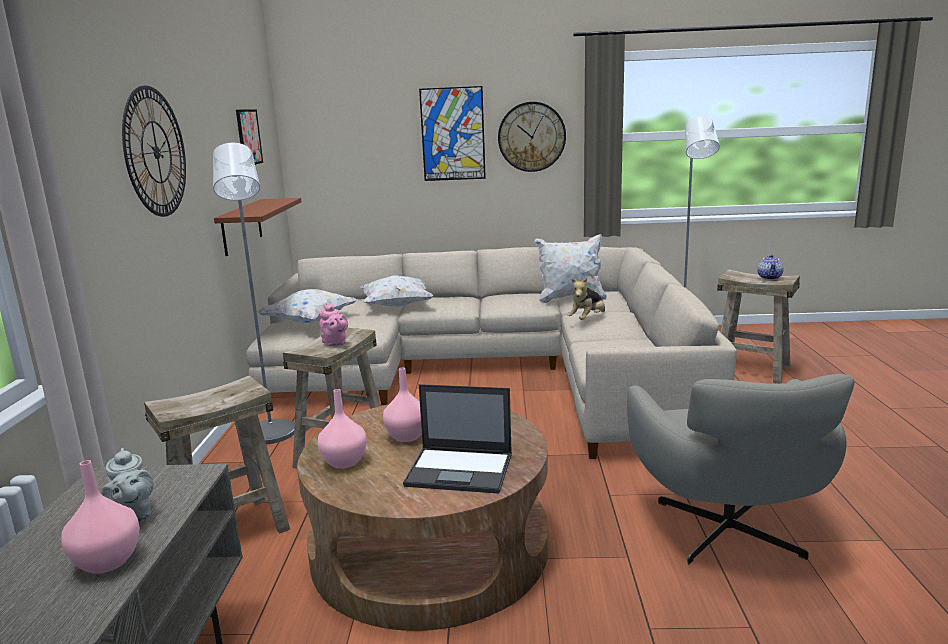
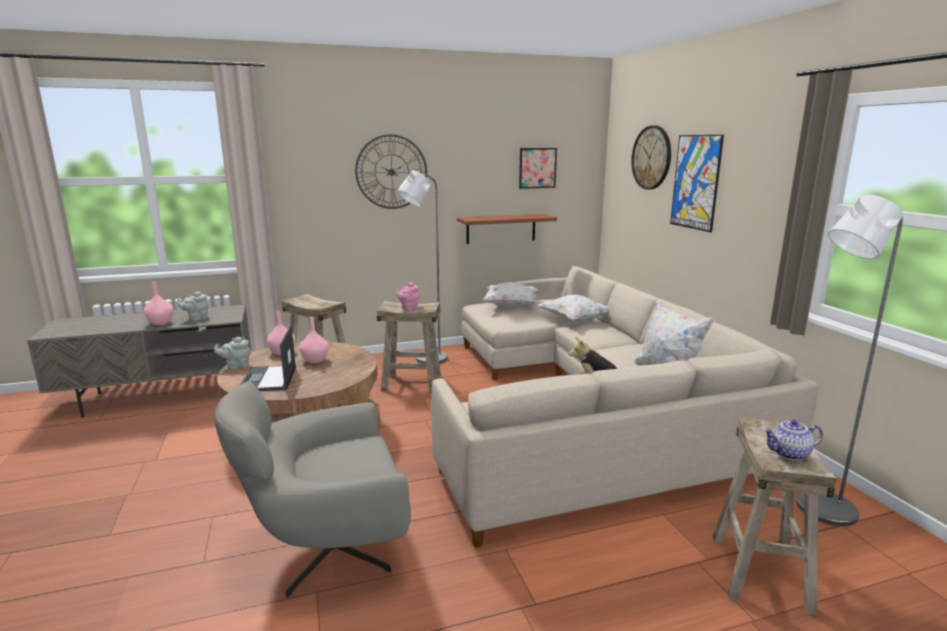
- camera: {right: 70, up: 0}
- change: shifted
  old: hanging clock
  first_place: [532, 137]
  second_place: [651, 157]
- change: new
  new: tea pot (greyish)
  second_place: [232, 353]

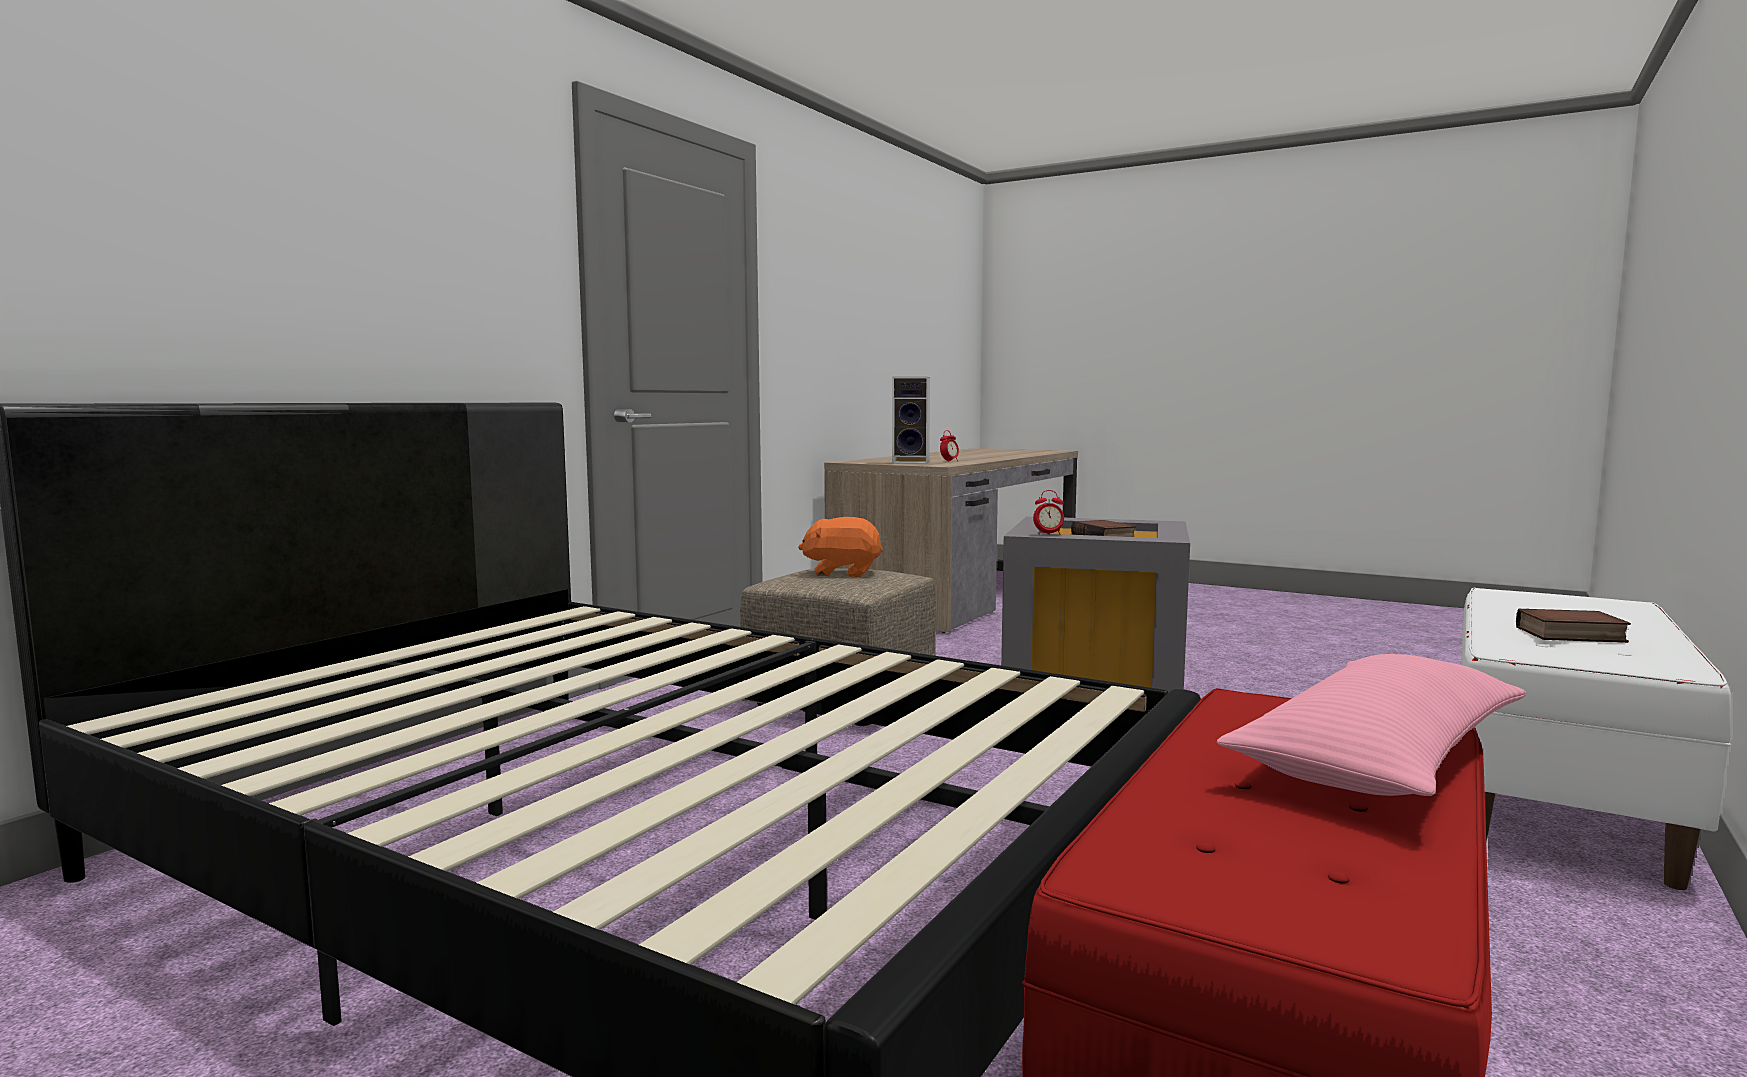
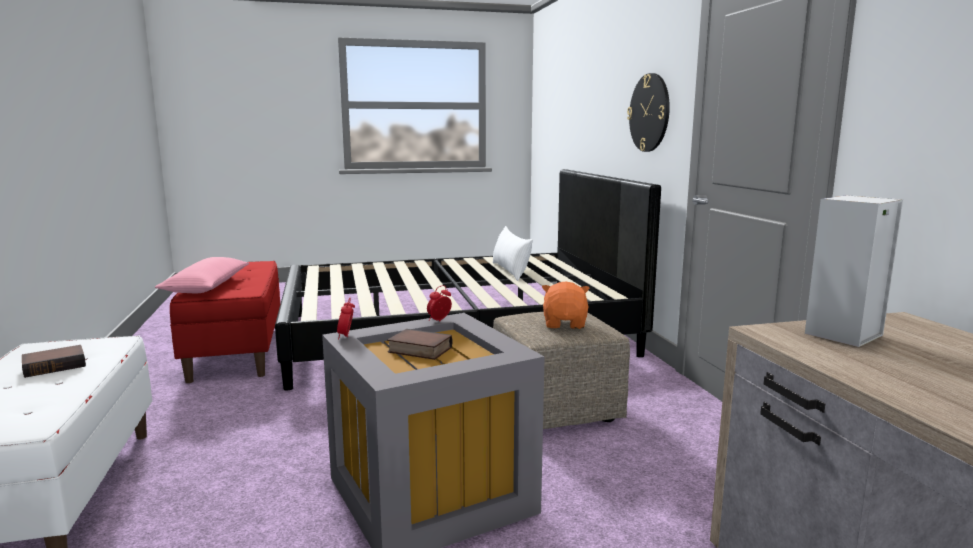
- camera: {right: 135, up: 5}
- change: rotated
  old: cuddly toy (orange-coloured)
  first_place: [840, 547]
  second_place: [565, 305]
  degrees: -45
- change: shifted
  old: bedside clock
  first_place: [949, 446]
  second_place: [346, 318]
- change: new
  new: throw pillow (white-coloured)
  second_place: [513, 253]
- change: new
  new: hanging clock
  second_place: [648, 112]

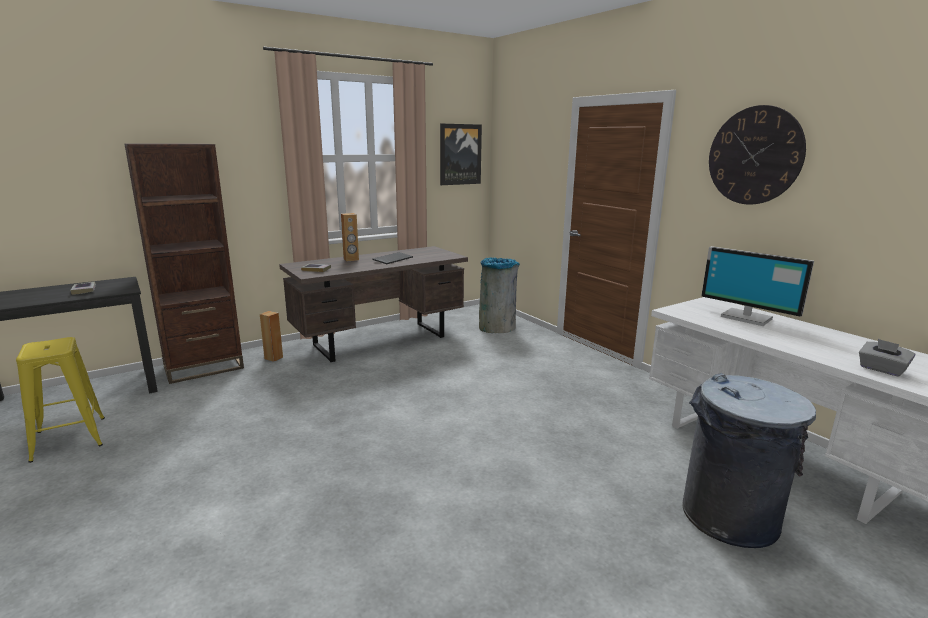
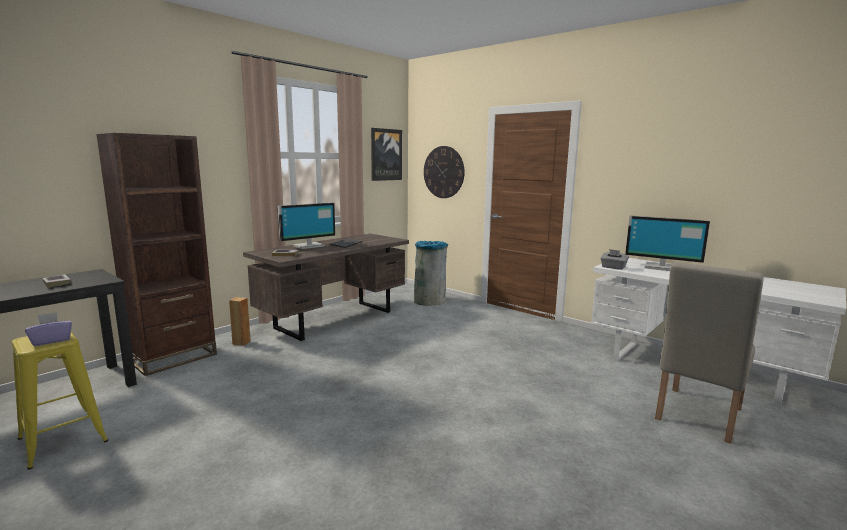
- camera: {right: -15, up: -5}
- change: swapped
  old: loudspeaker (brown)
  new: monitor
  first_place: [350, 237]
  second_place: [306, 226]
- change: swapped
  old: trash can (greyish)
  new: plain chair (beige-coloured)
  first_place: [749, 460]
  second_place: [709, 353]
- change: shifted
  old: hanging clock
  first_place: [757, 155]
  second_place: [444, 172]
- change: shifted
  old: tissue holder (greyish)
  first_place: [887, 358]
  second_place: [614, 259]
- change: new
  new: tissue holder (purple)
  second_place: [48, 329]

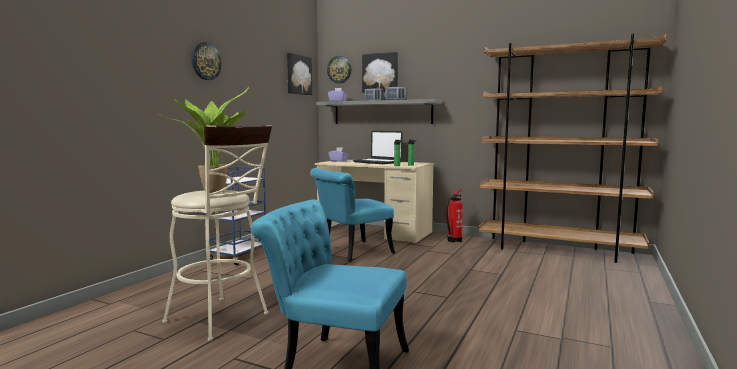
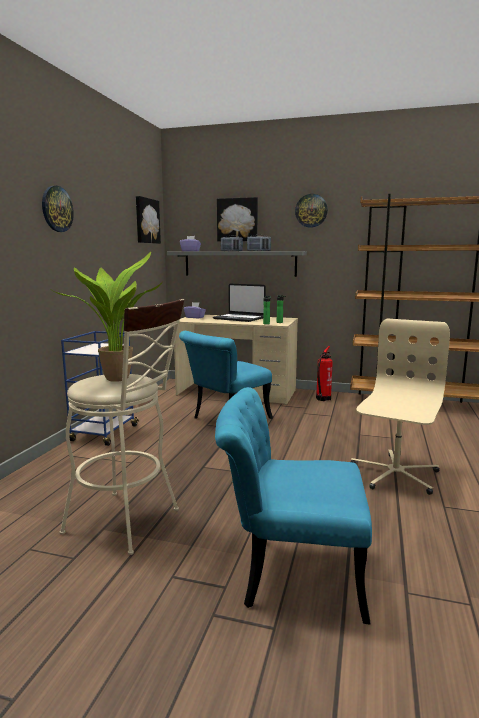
- camera: {right: -10, up: 5}
- change: shifted
  old: hanging clock
  first_place: [339, 70]
  second_place: [311, 211]
- change: new
  new: desk chair (beige-coloured)
  second_place: [400, 407]

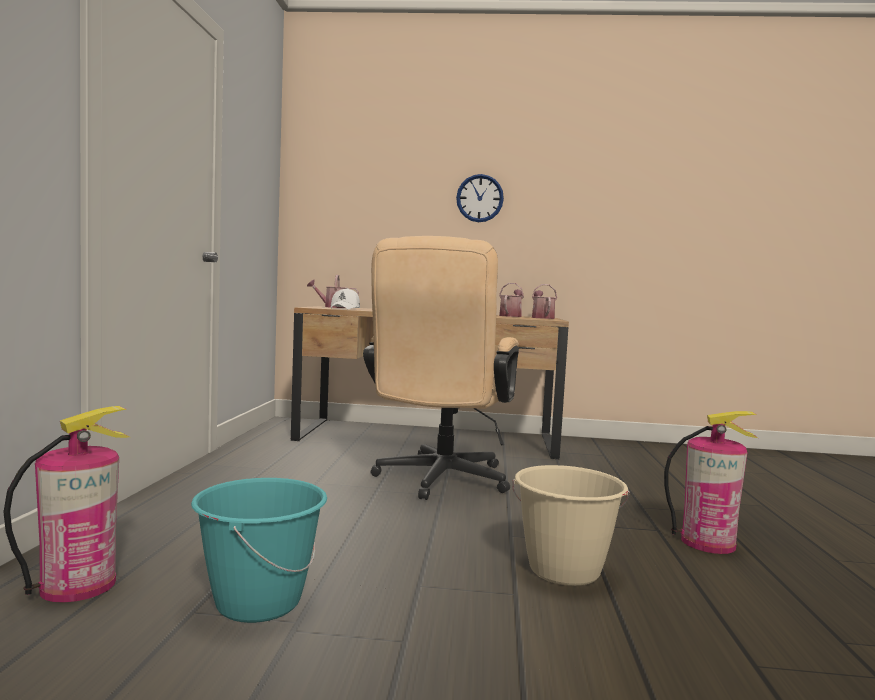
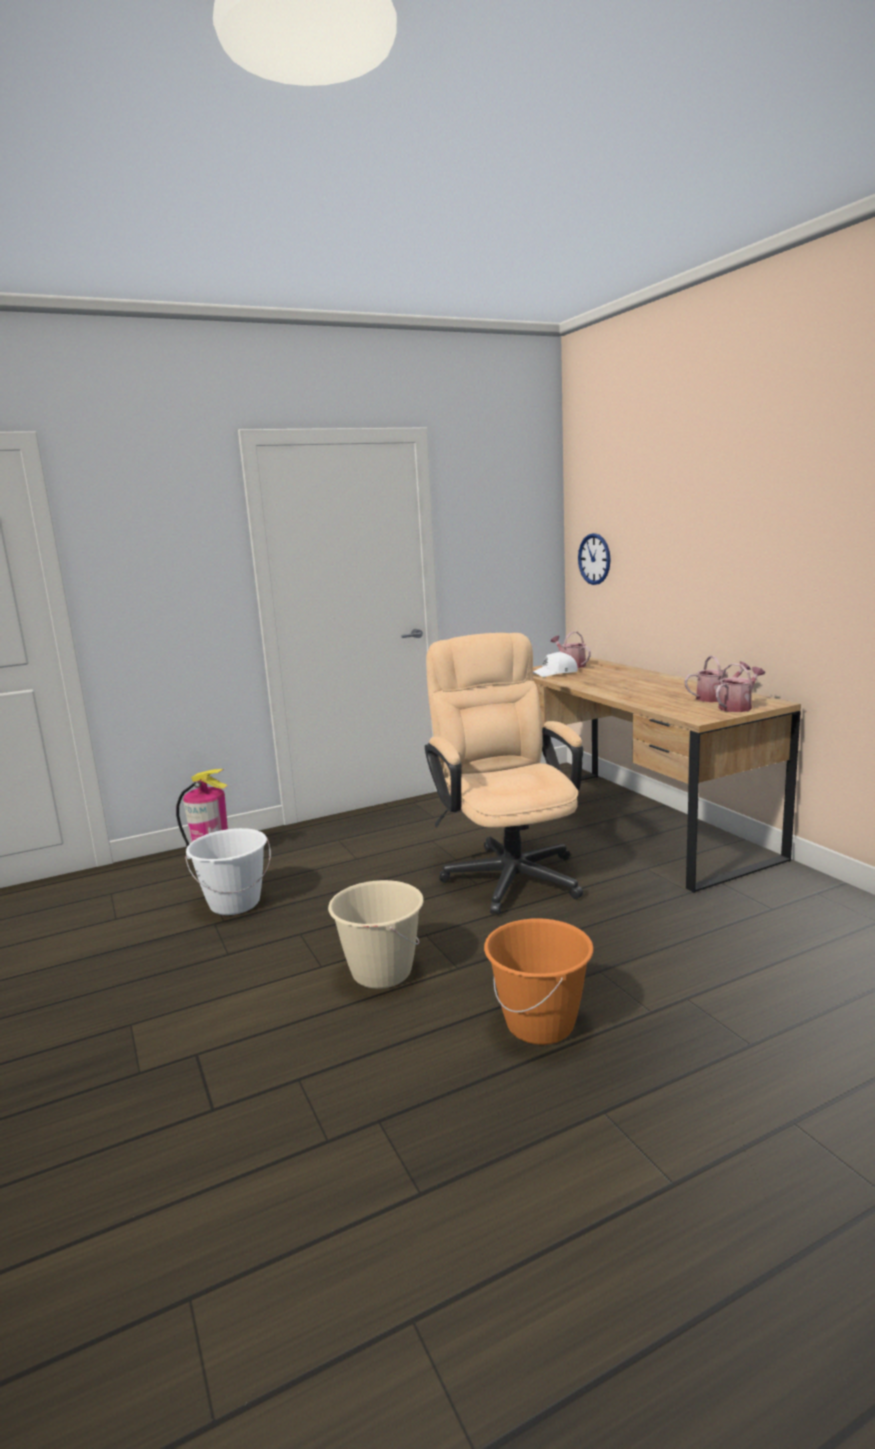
- camera: {right: 60, up: 10}
- change: repainted
  old: pail (blue-green)
  new: pail (white-coloured)
  first_place: [259, 550]
  second_place: [228, 871]
- change: rotated
  old: desk chair (beige-coloured)
  first_place: [441, 368]
  second_place: [504, 774]
  degrees: 90
- change: shifted
  old: hanging clock
  first_place: [480, 198]
  second_place: [594, 559]
- change: swapped
  old: fire extinguisher
  new: pail (orange-coloured)
  first_place: [711, 482]
  second_place: [539, 981]

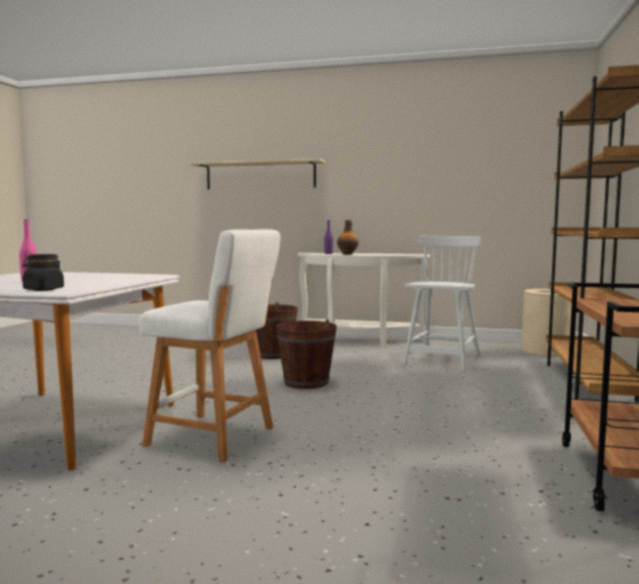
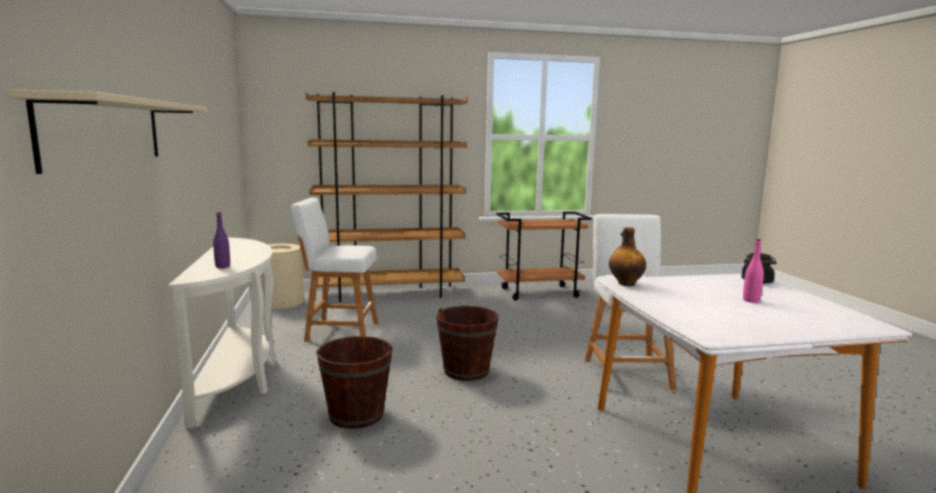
- camera: {right: -115, up: 5}
- change: shifted
  old: beverage bottle
  first_place: [348, 237]
  second_place: [627, 256]
- change: swapped
  old: plain chair (white-coloured)
  new: stool (white-coloured)
  first_place: [442, 303]
  second_place: [334, 270]

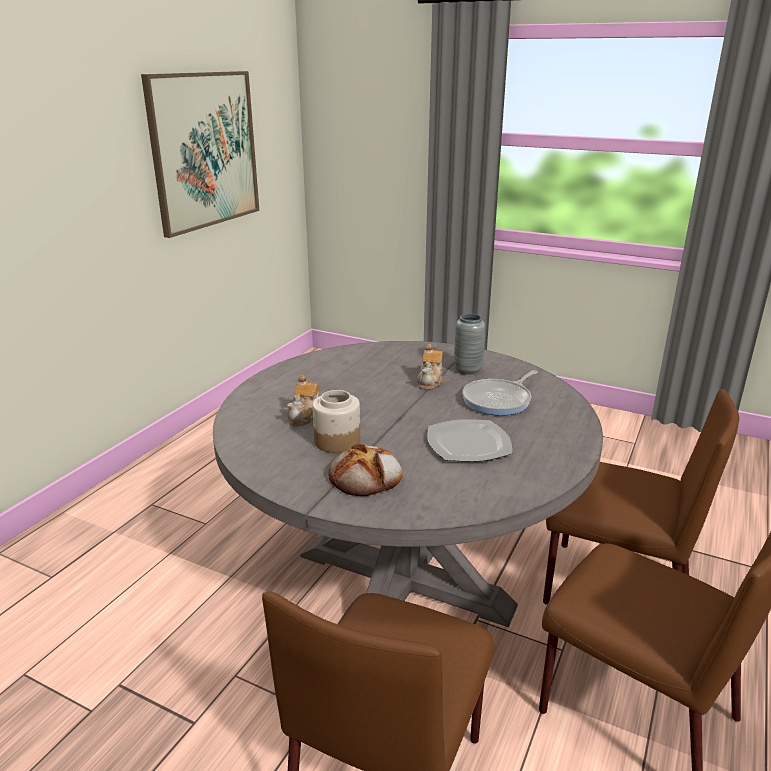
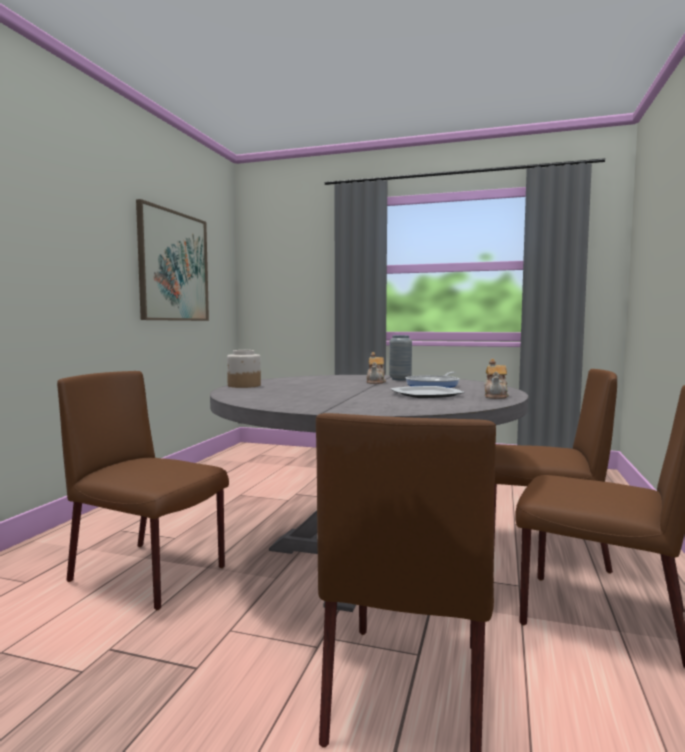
- camera: {right: -10, up: -20}
- change: shifted
  old: tea pot
  first_place: [303, 400]
  second_place: [496, 379]
- change: shifted
  old: preserve jar
  first_place: [336, 421]
  second_place: [244, 369]
- change: gone
  old: bakery bread
  first_place: [365, 470]
- change: new
  new: plain chair (brown)
  second_place: [143, 490]

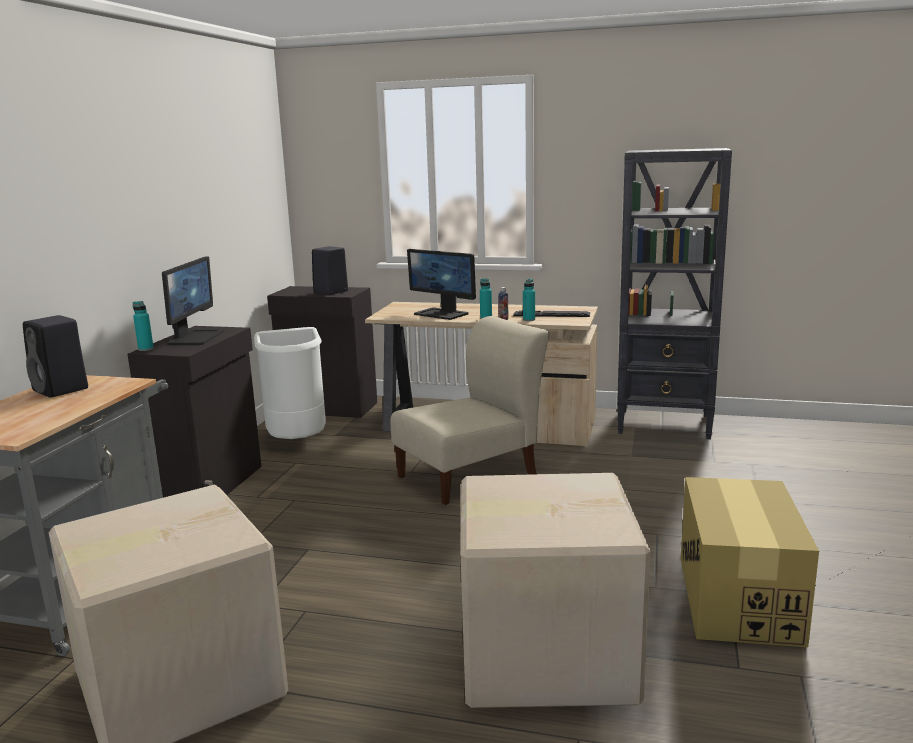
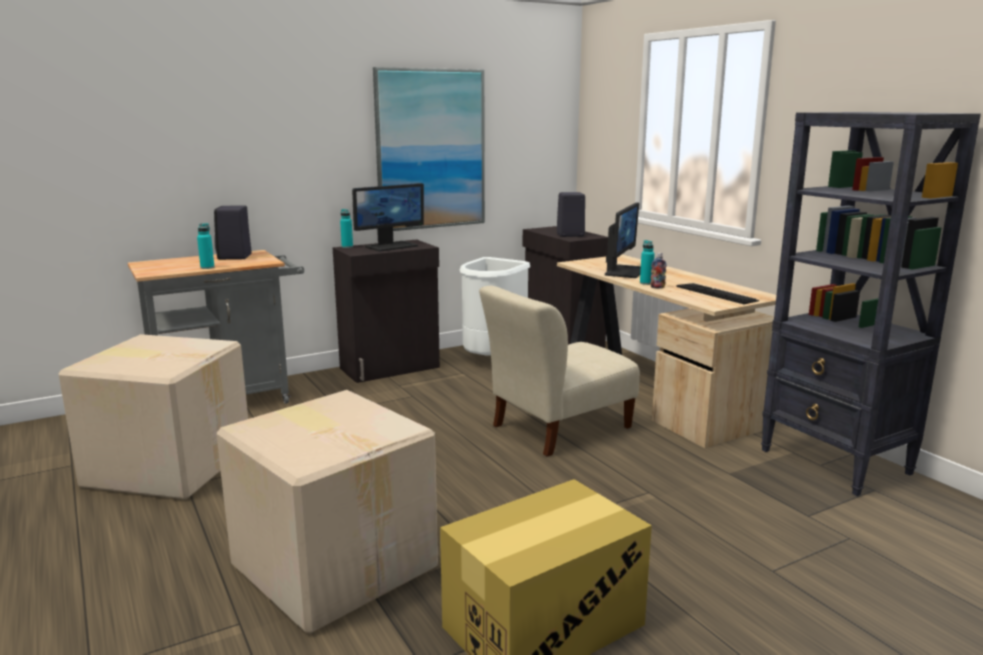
- camera: {right: 45, up: 0}
- change: rotated
  old: plain chair (beige-coloured)
  first_place: [470, 410]
  second_place: [559, 371]
  degrees: 135
- change: rotated
  old: monitor
  first_place: [441, 284]
  second_place: [623, 240]
  degrees: -150
- change: shifted
  old: beverage bottle (blue-green)
  first_place: [529, 300]
  second_place: [205, 246]
- change: new
  new: wall picture
  second_place: [429, 149]

